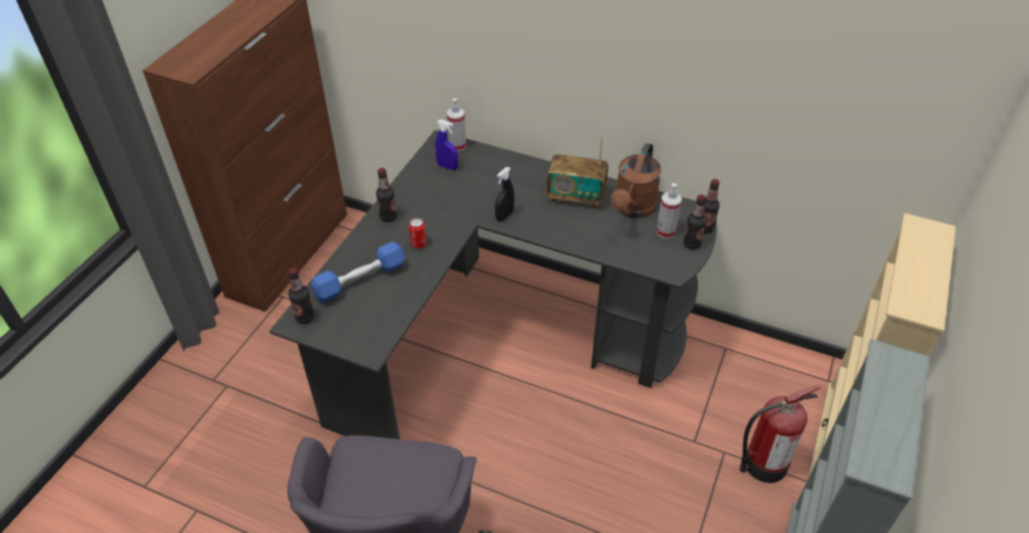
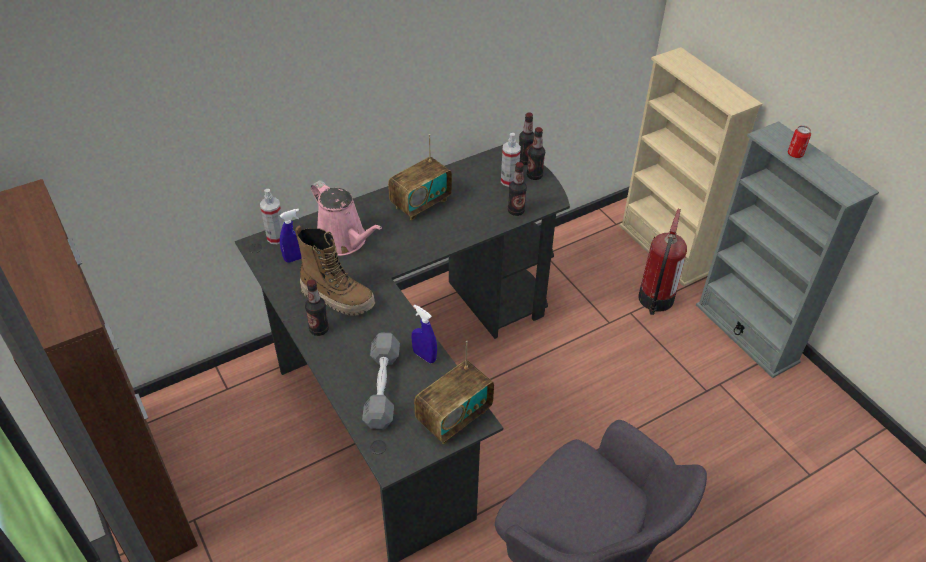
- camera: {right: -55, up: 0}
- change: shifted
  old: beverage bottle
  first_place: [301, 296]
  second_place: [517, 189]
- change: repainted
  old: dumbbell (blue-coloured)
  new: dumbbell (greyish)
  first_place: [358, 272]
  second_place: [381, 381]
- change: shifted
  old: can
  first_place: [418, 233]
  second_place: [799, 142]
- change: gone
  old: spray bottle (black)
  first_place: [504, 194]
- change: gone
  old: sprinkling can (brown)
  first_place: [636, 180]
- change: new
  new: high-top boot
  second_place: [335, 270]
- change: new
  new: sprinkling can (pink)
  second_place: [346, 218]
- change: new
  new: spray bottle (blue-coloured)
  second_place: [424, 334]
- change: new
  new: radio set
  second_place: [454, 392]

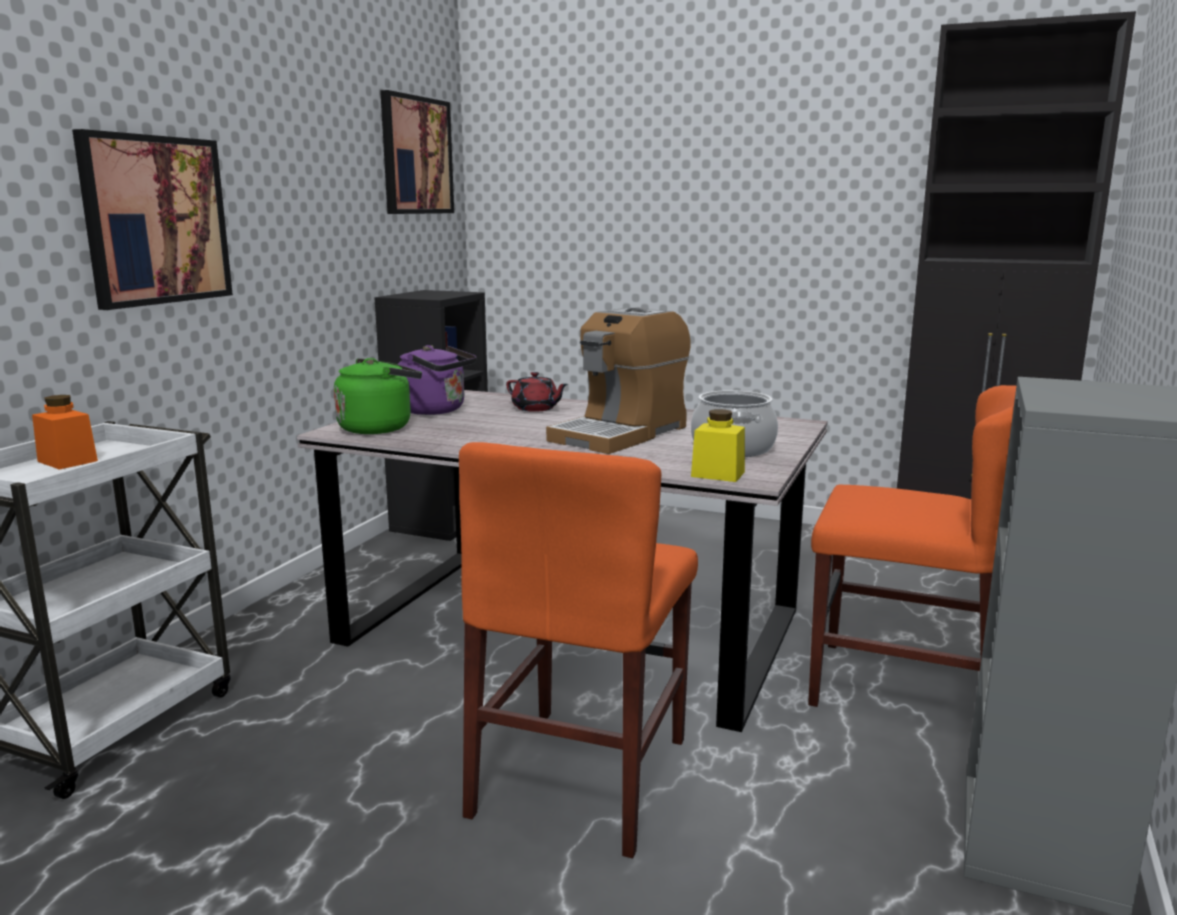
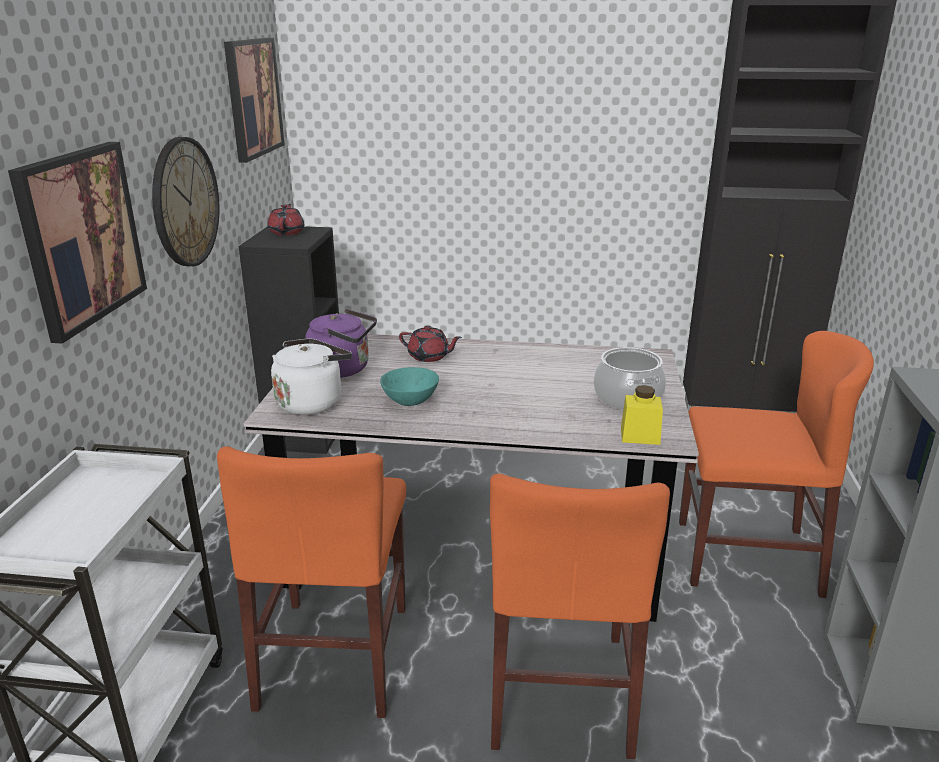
- camera: {right: -15, up: 10}
- change: gone
  old: preserve jar (orange-coloured)
  first_place: [65, 432]
- change: repainted
  old: kettle (green)
  new: kettle (white-coloured)
  first_place: [378, 396]
  second_place: [311, 376]
- change: gone
  old: coffee machine
  first_place: [618, 380]
- change: new
  new: hanging clock
  second_place: [186, 201]
- change: new
  new: plain chair (orange-coloured)
  second_place: [311, 582]
- change: new
  new: tea pot (reddish)
  second_place: [286, 220]
- change: new
  new: bowl (blue-green)
  second_place: [409, 386]

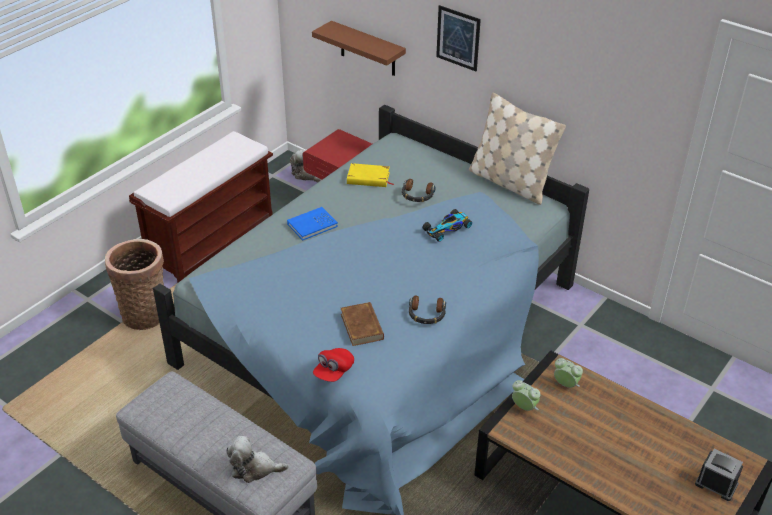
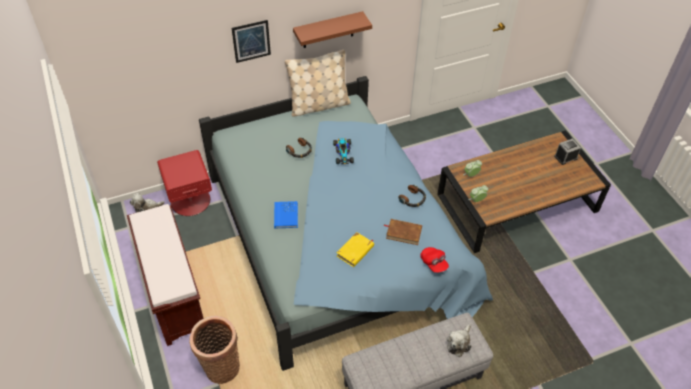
- camera: {right: -60, up: 10}
- change: shifted
  old: bracket shelf (brown)
  first_place: [359, 48]
  second_place: [332, 29]
- change: shifted
  old: book (yellow)
  first_place: [370, 175]
  second_place: [355, 249]

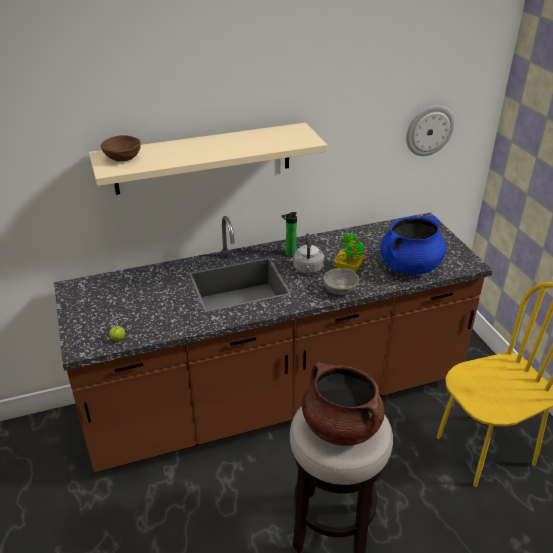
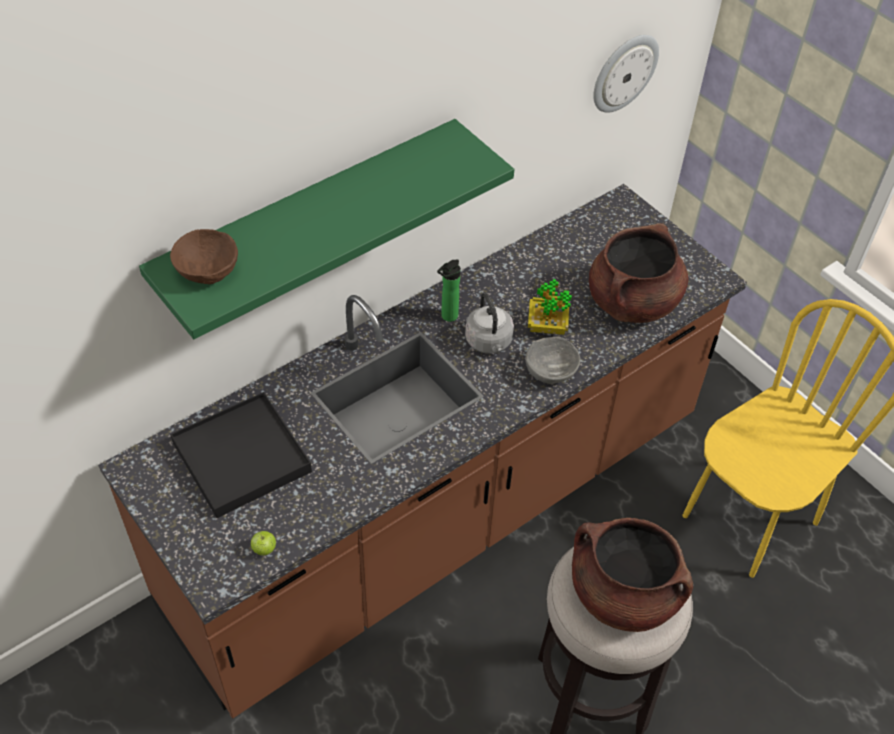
- camera: {right: -20, up: 15}
- change: repainted
  old: bracket shelf (beige-coloured)
  new: bracket shelf (green)
  first_place: [208, 159]
  second_place: [326, 229]
- change: repainted
  old: stockpot (blue-coloured)
  new: stockpot (brown)
  first_place: [413, 245]
  second_place: [638, 273]
- change: new
  new: carrying tray (black)
  second_place: [241, 455]

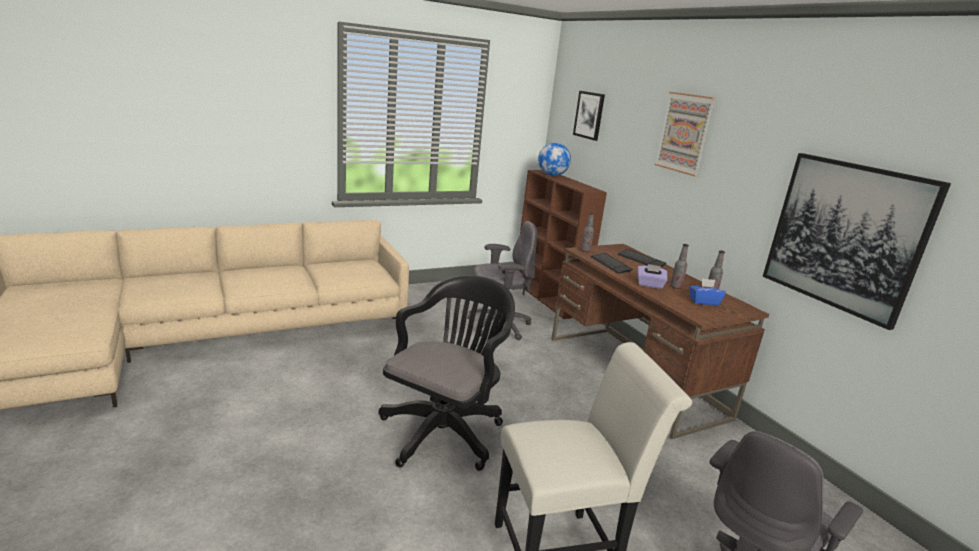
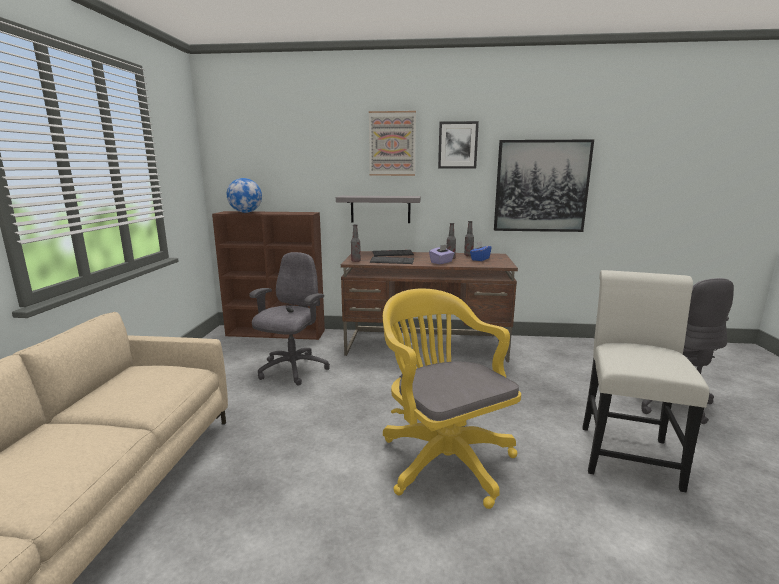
- camera: {right: -55, up: -5}
- change: repainted
  old: desk chair (black)
  new: desk chair (yellow)
  first_place: [447, 373]
  second_place: [452, 399]
- change: shifted
  old: wall picture
  first_place: [589, 116]
  second_place: [458, 145]
- change: new
  new: bracket shelf (greyish)
  second_place: [378, 209]

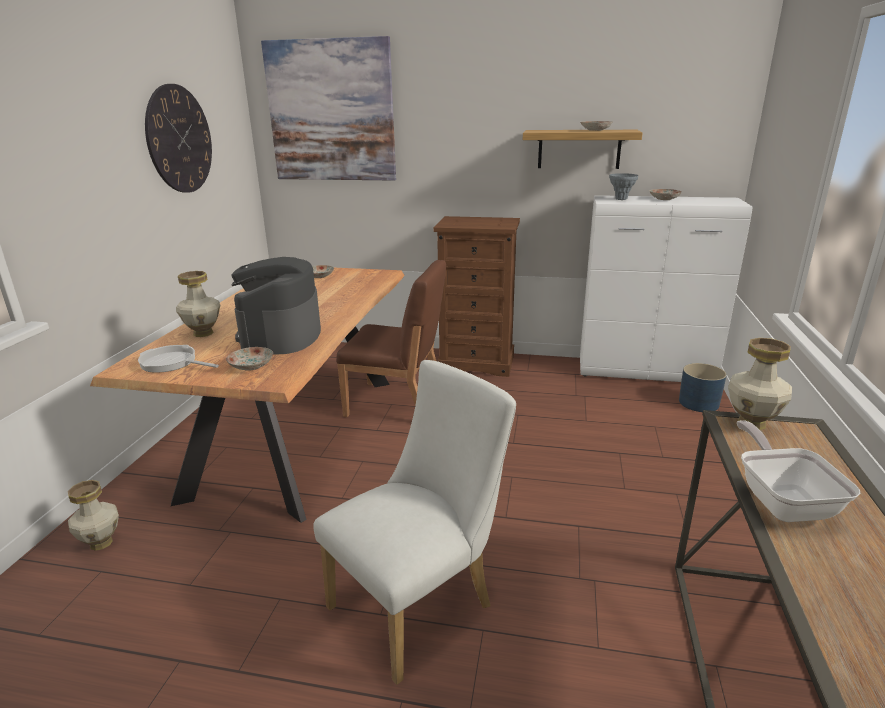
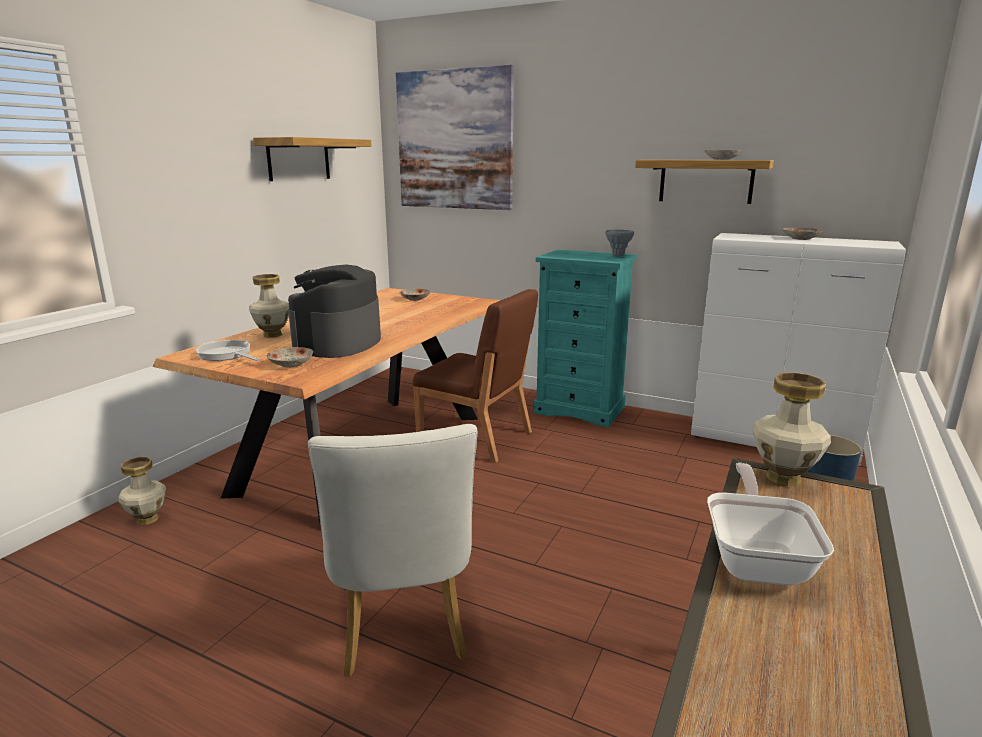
- camera: {right: 15, up: -5}
- change: swapped
  old: hanging clock
  new: bracket shelf
  first_place: [178, 138]
  second_place: [312, 159]
- change: rotated
  old: plain chair (white-coloured)
  first_place: [414, 522]
  second_place: [392, 550]
  degrees: 105
- change: repainted
  old: drawer chest (brown)
  new: drawer chest (blue-green)
  first_place: [476, 296]
  second_place: [585, 338]
- change: shifted
  old: flower vase (greyish)
  first_place: [623, 186]
  second_place: [619, 243]

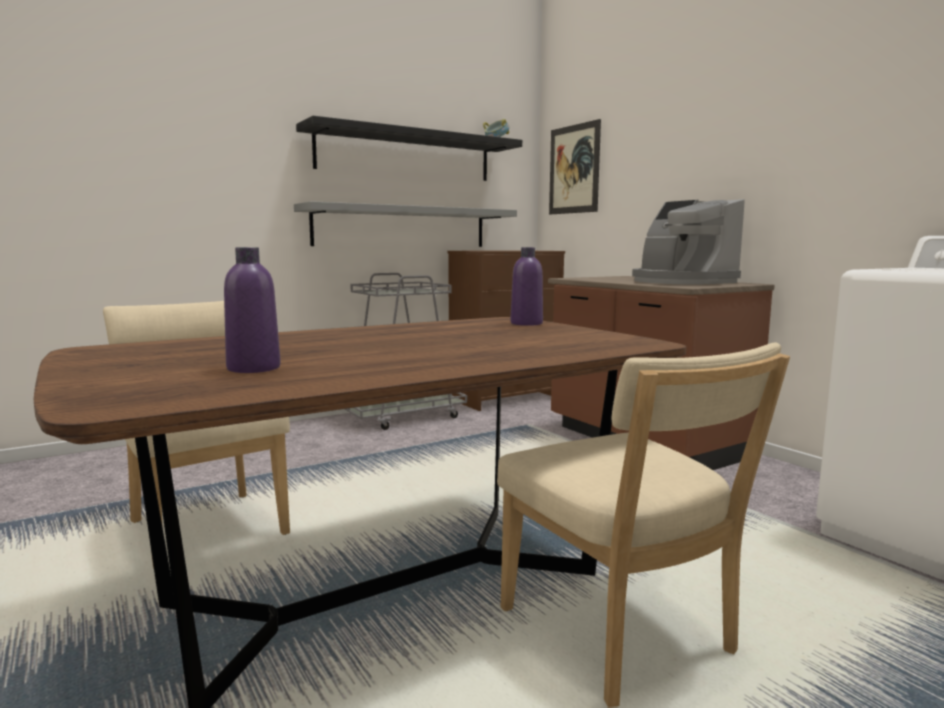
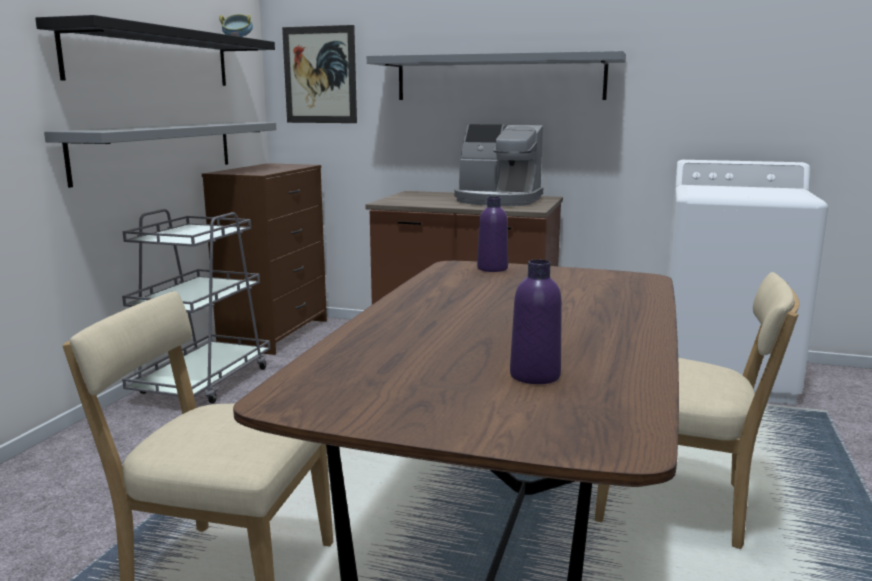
- camera: {right: -40, up: 5}
- change: new
  new: bracket shelf (greyish)
  second_place: [496, 75]

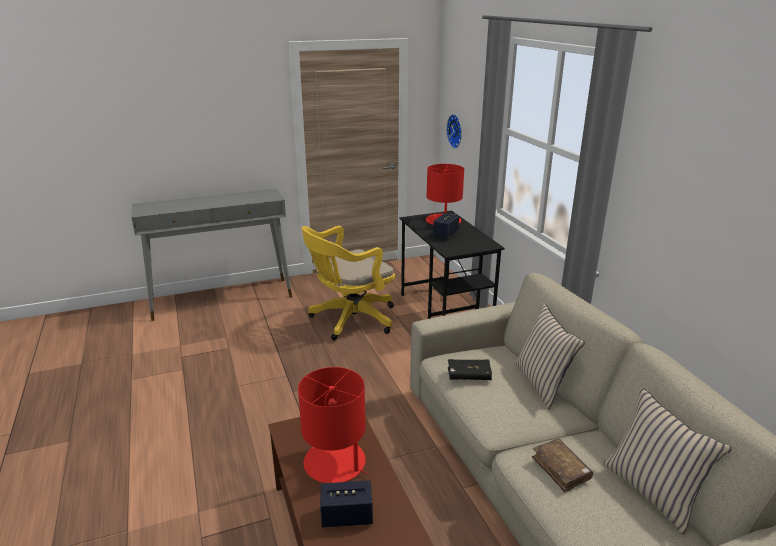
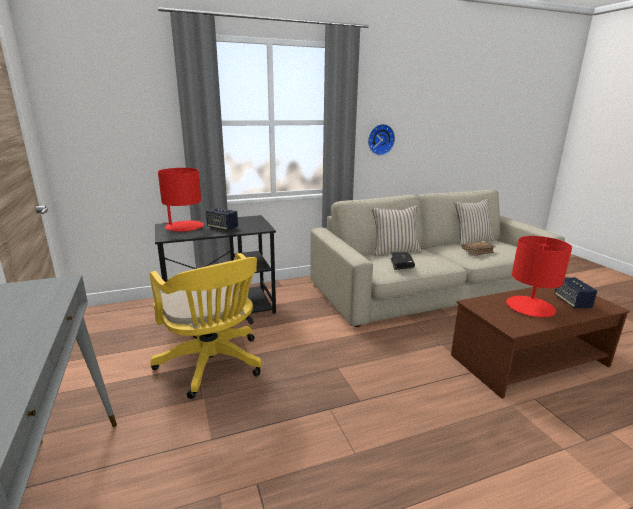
- camera: {right: -90, up: -5}
- change: shifted
  old: hanging clock
  first_place: [454, 131]
  second_place: [381, 139]

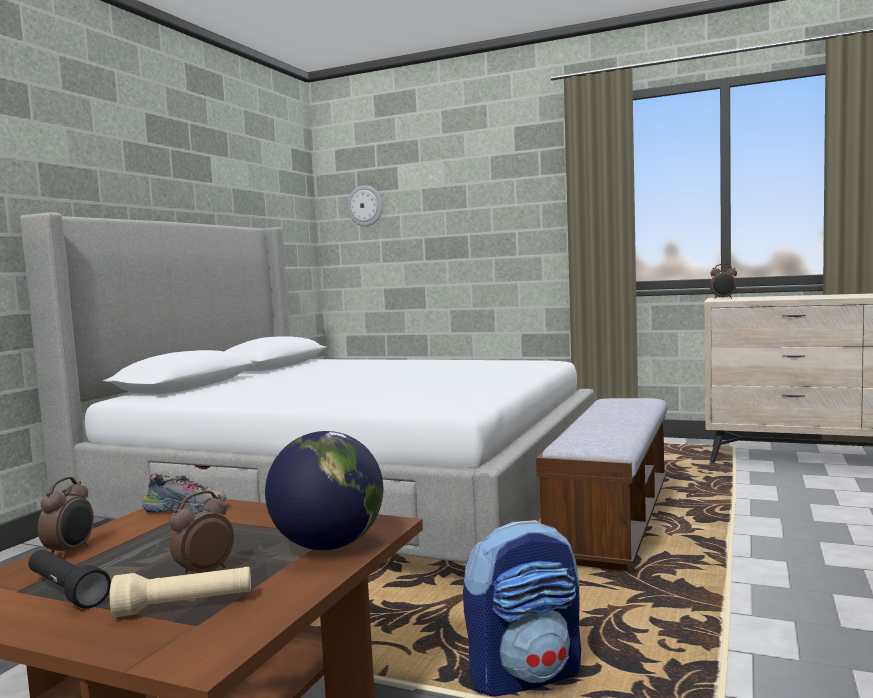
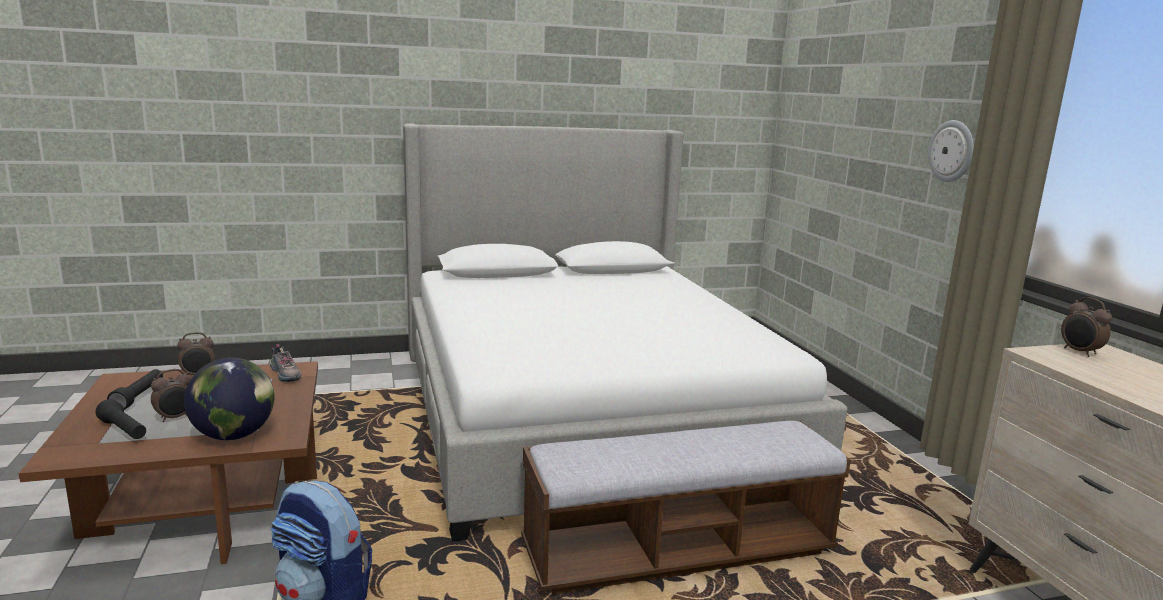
- camera: {right: 50, up: 10}
- change: repainted
  old: hand torch (beige-coloured)
  new: hand torch (black)
  first_place: [180, 592]
  second_place: [120, 419]
- change: rotated
  old: bedside clock
  first_place: [201, 533]
  second_place: [171, 395]
  degrees: 135
- change: shifted
  old: hanging clock
  first_place: [365, 205]
  second_place: [951, 151]

